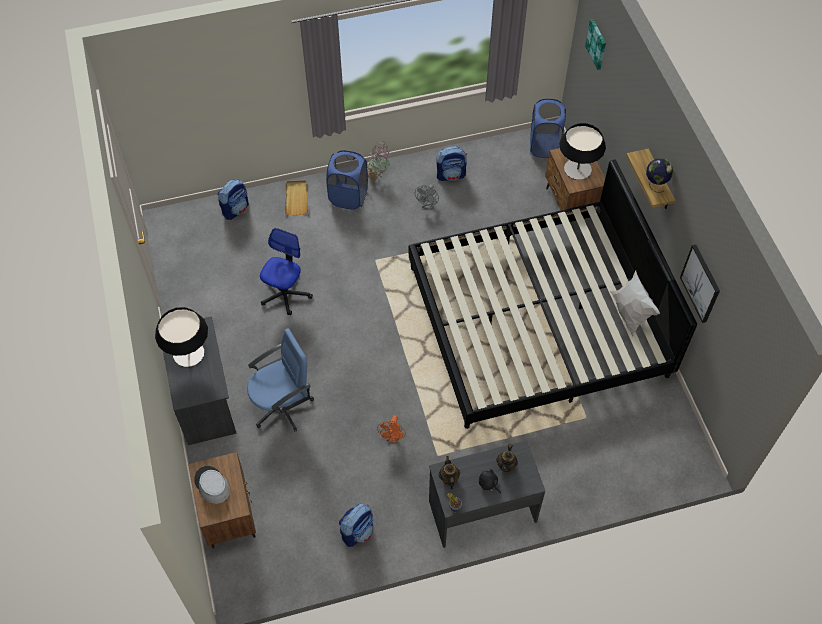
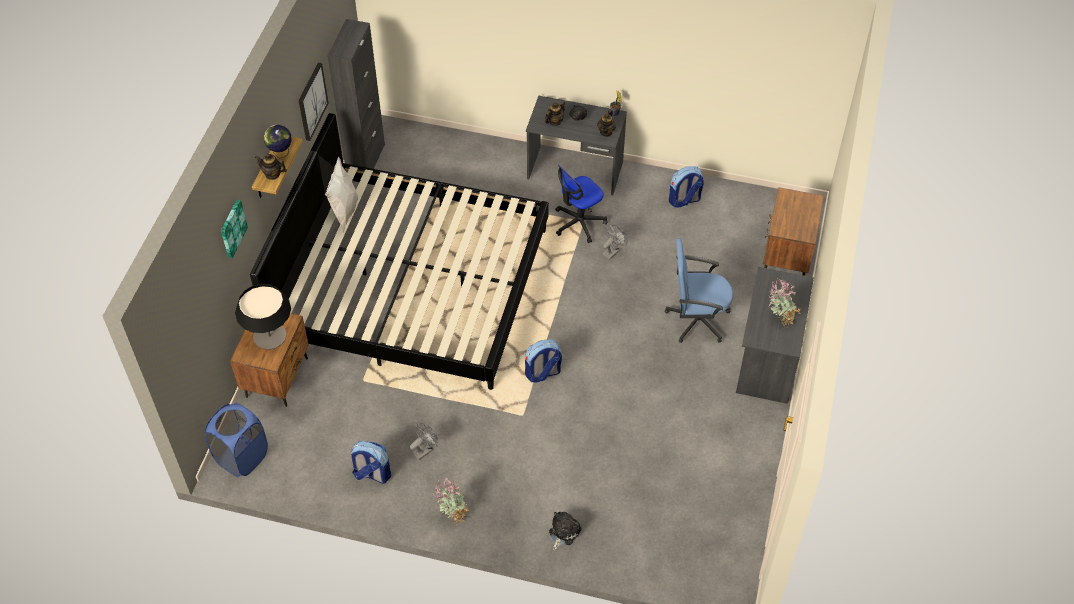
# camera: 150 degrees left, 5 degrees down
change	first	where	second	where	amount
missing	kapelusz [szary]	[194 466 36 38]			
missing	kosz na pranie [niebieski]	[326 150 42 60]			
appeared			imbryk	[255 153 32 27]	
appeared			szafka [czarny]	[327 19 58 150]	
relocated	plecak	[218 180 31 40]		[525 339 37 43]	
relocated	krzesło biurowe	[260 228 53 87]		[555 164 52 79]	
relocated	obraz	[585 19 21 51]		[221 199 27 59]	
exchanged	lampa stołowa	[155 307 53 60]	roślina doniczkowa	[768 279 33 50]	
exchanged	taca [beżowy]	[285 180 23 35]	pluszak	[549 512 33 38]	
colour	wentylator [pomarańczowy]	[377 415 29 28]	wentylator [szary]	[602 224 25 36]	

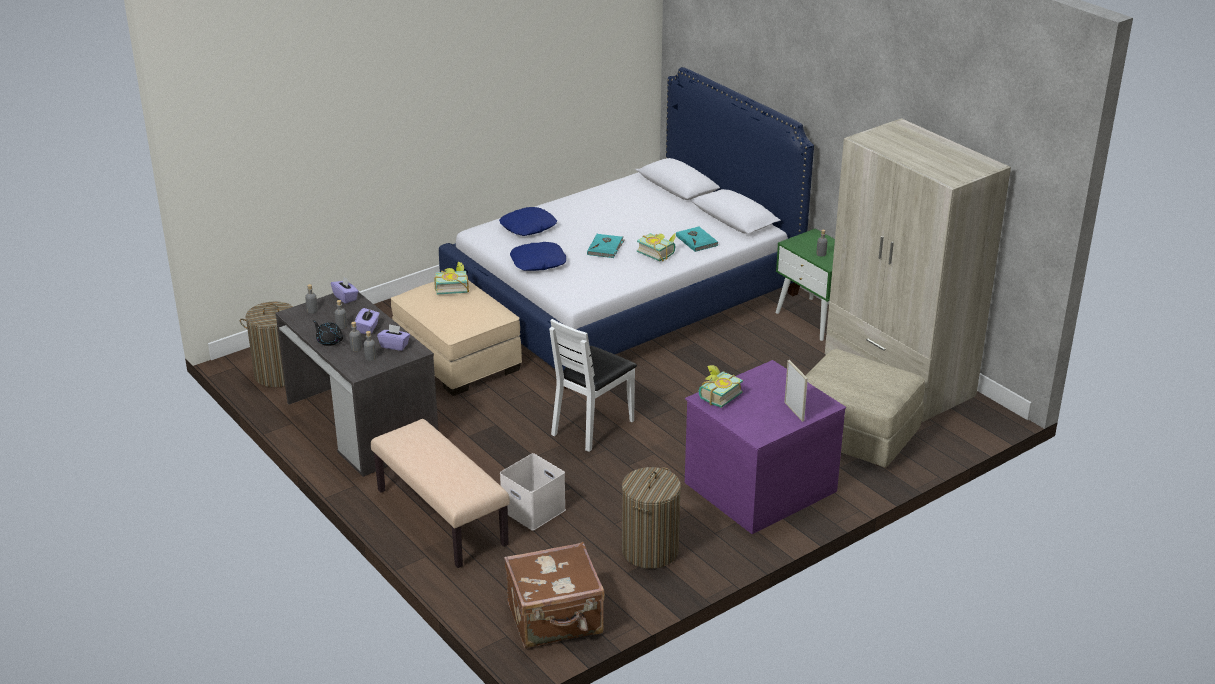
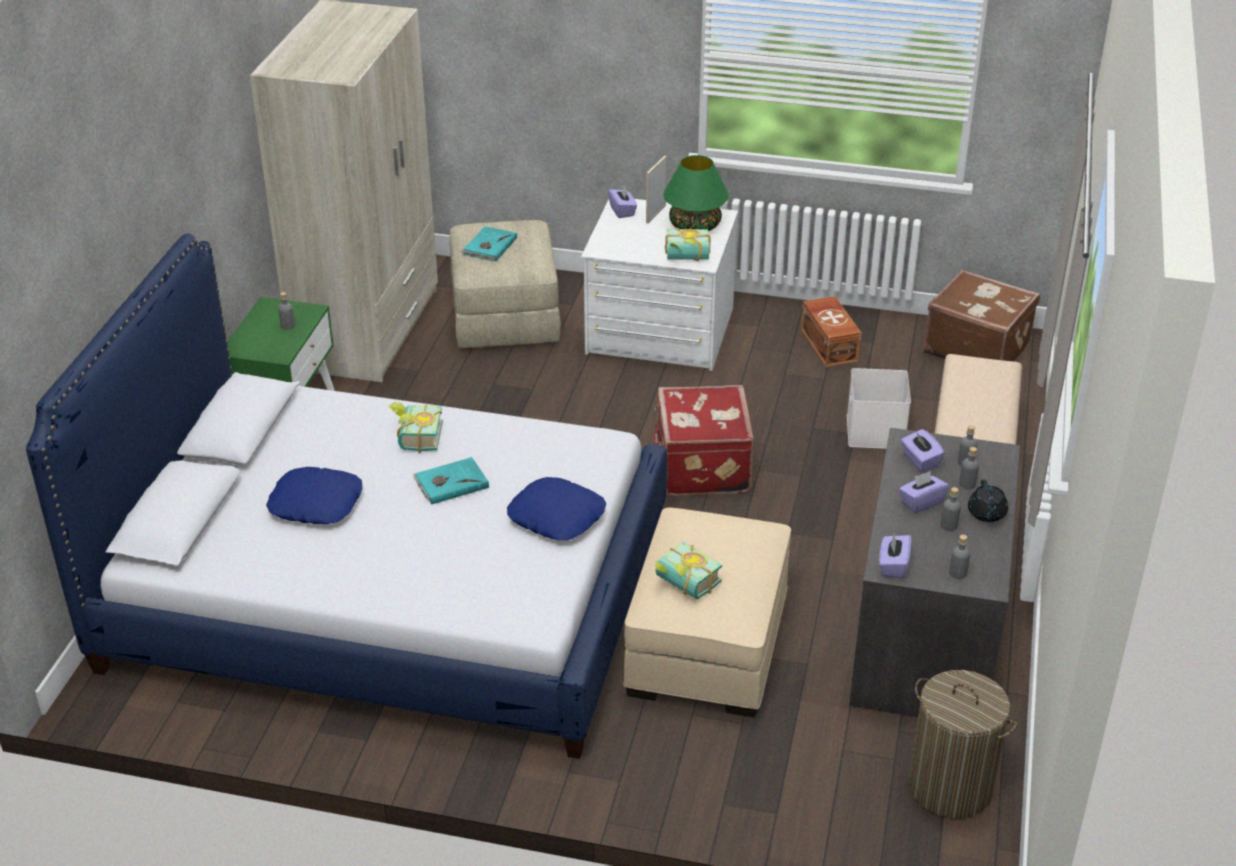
# camera: 130 degrees left, 5 degrees up
change	first	where	second	where	amount
appeared			pudełko chusteczek [fioletowy]	[608 185 29 33]	
appeared			lampa stołowa [zielony]	[663 155 66 76]	
relocated	poduszka [niebieski]	[499 207 58 29]		[266 467 96 57]	
relocated	książka [turkusowy]	[676 227 43 25]		[461 226 56 36]	
exchanged	krzesło [biały]	[549 319 88 133]	walizka [czerwony]	[654 385 100 111]	
exchanged	kosz na pranie	[622 467 59 102]	pojemnik do przechowywania [brązowy]	[801 296 61 71]	
colour	komoda [fioletowy]	[685 360 161 174]	komoda [biały]	[581 199 157 172]	

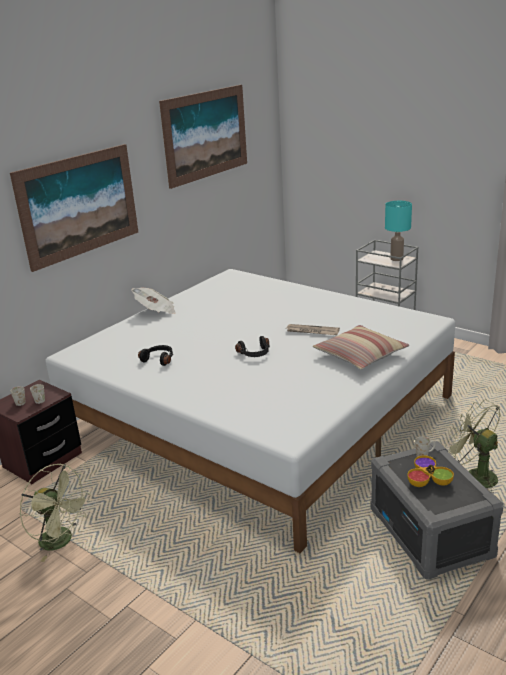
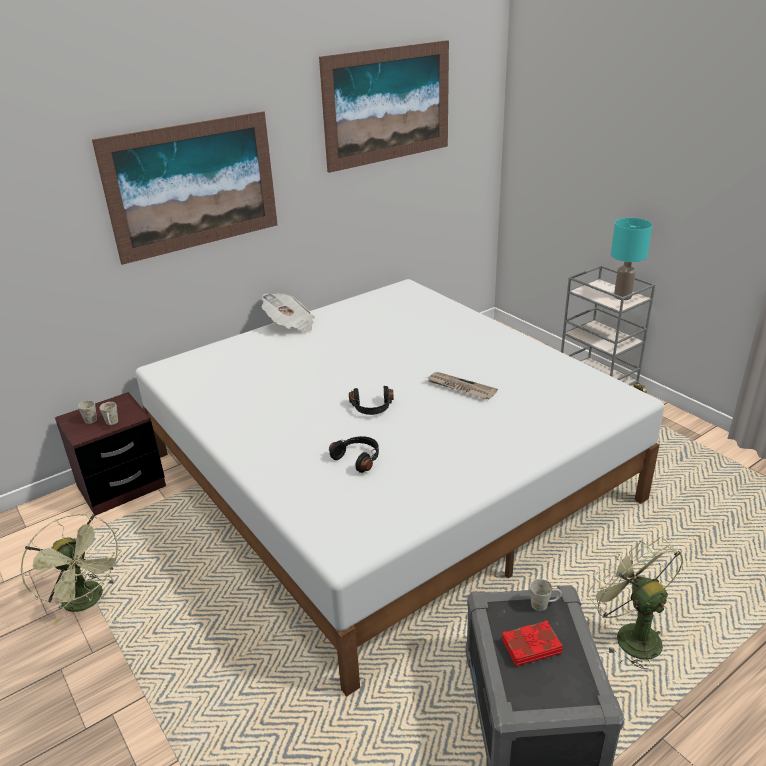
# camera: 15 degrees right, 5 degrees up
change	first	where	second	where	amount
missing	poduszka	[313 325 96 45]			
relocated	słuchawki [czarny]	[138 345 35 21]		[329 436 50 37]	
exchanged	miska	[407 455 47 32]	książka [czerwony]	[502 620 61 46]	

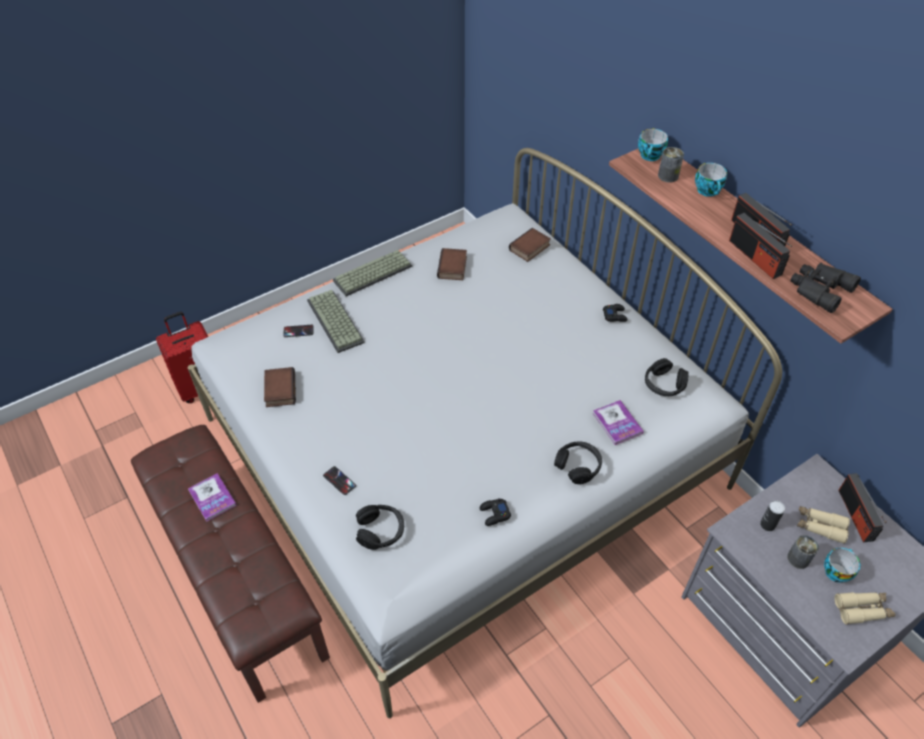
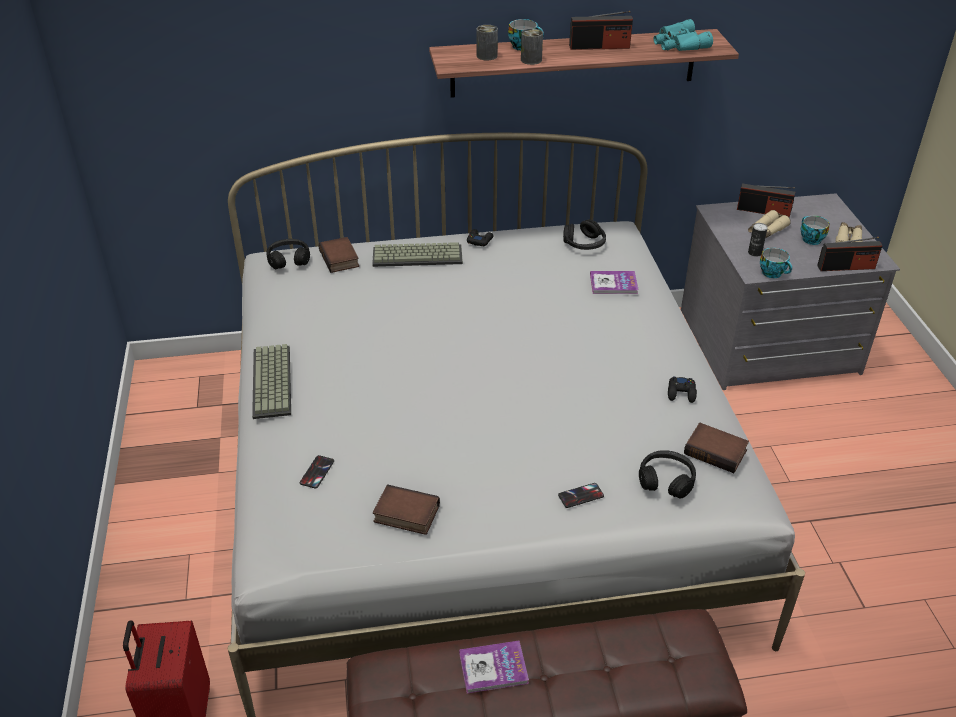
# camera: 65 degrees left, 10 degrees down
change	first	where	second	where	amount
relocated	klawiatura	[307 290 58 63]		[372 242 91 25]	
relocated	książka	[437 248 30 32]		[684 423 65 50]	
relocated	słuchawki [czarny]	[554 441 48 43]		[266 239 44 30]	
relocated	filiżanka	[638 129 30 32]		[760 248 32 30]	
relocated	radio	[729 213 63 66]		[817 237 65 34]	
relocated	puszka	[787 535 32 34]		[521 29 22 36]	
colour	lornetka [czarny]	[790 263 71 50]	lornetka [turkusowy]	[653 19 60 32]	

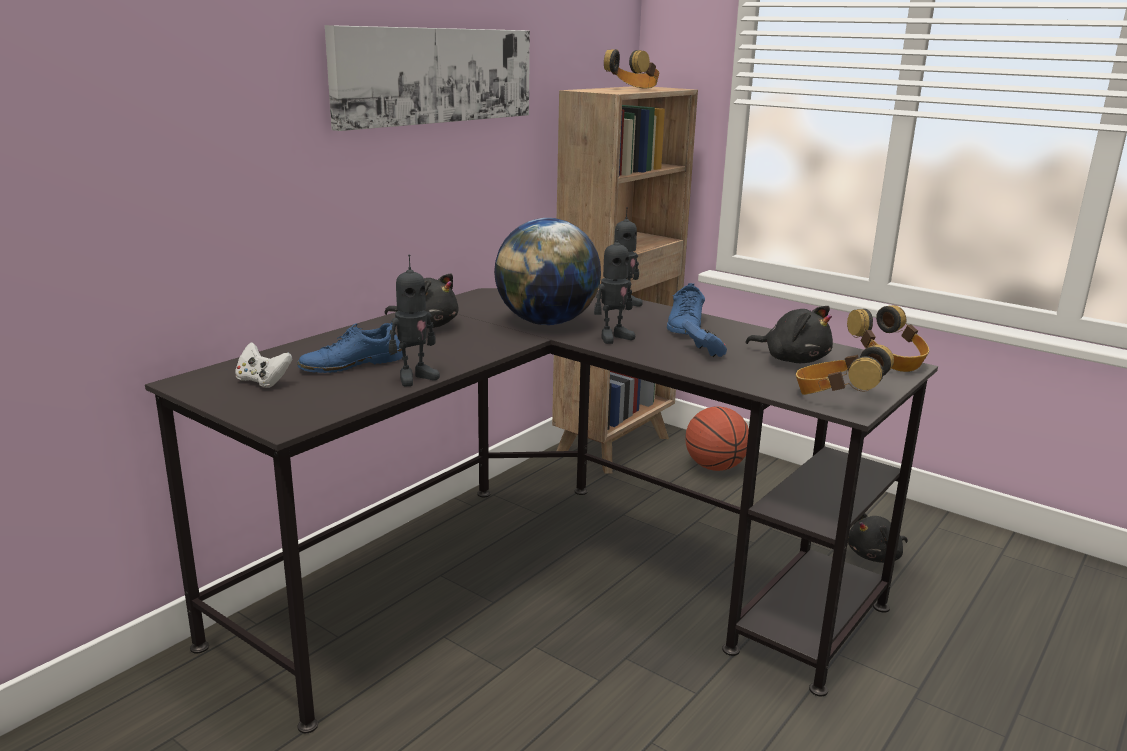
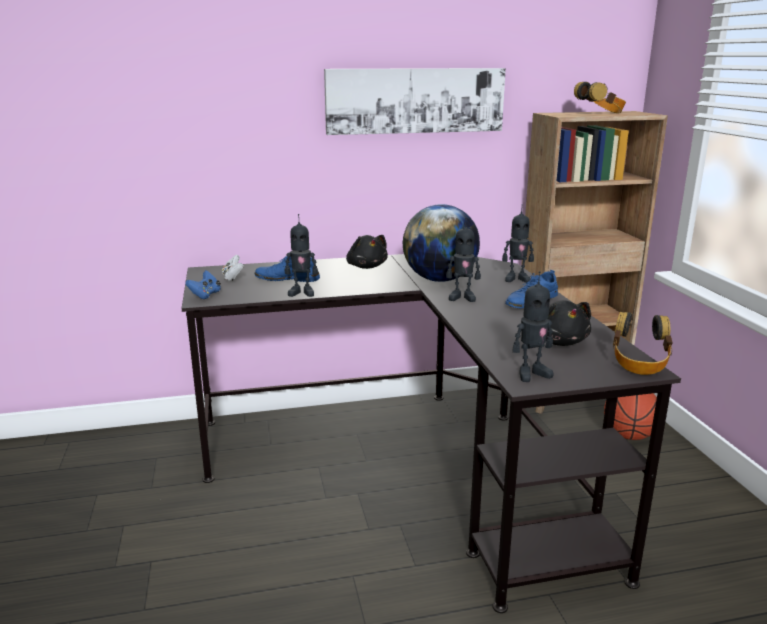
# camera: 40 degrees right, 0 degrees up
change	first	where	second	where	amount
missing	pluszak [czarny]	[848 513 60 50]			
relocated	pad do gier [niebieski]	[682 319 45 38]		[185 270 36 29]	
exchanged	słuchawki	[796 344 98 51]	robot zabawkowy	[513 271 41 111]	

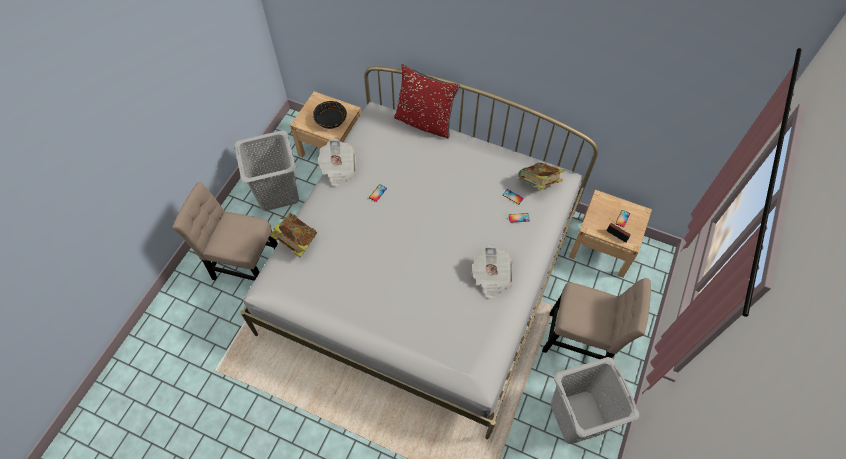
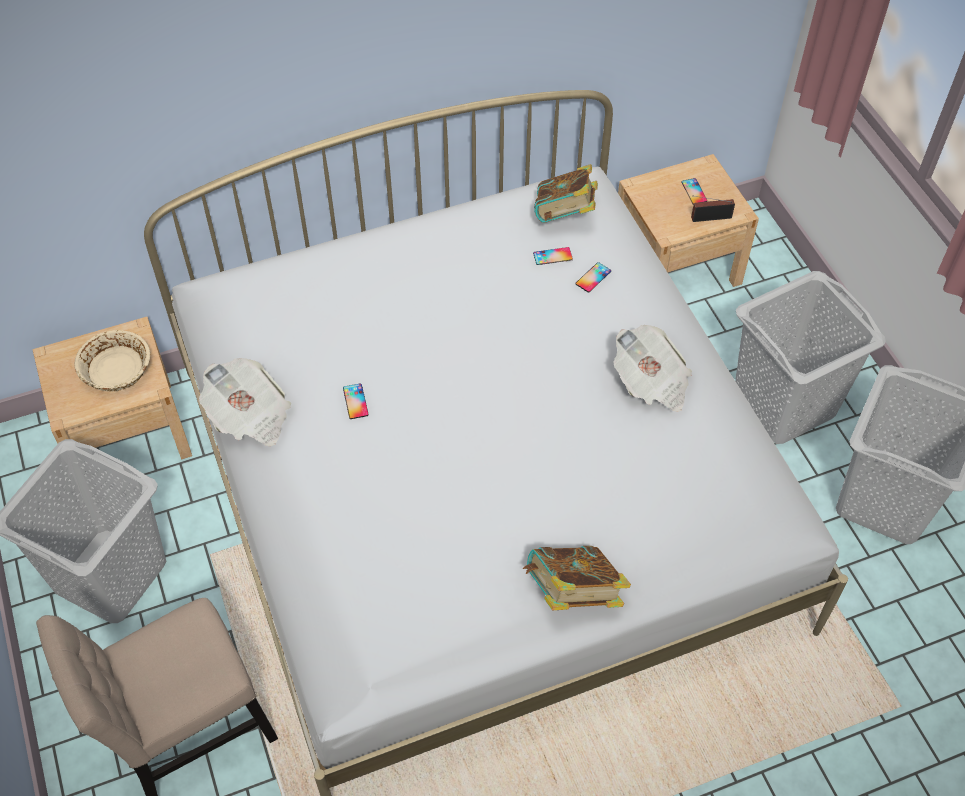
# camera: 45 degrees left, 5 degrees down
change	first	where	second	where	amount
missing	poduszka [czerwony]	[394 64 66 75]			
relocated	książka	[270 213 47 44]		[522 546 109 64]	
exchanged	krzesło [beżowy]	[542 278 109 81]	kosz na pranie [szary]	[735 271 151 173]	
colour	miska [czarny]	[313 101 34 28]	miska [beżowy]	[75 330 75 61]	

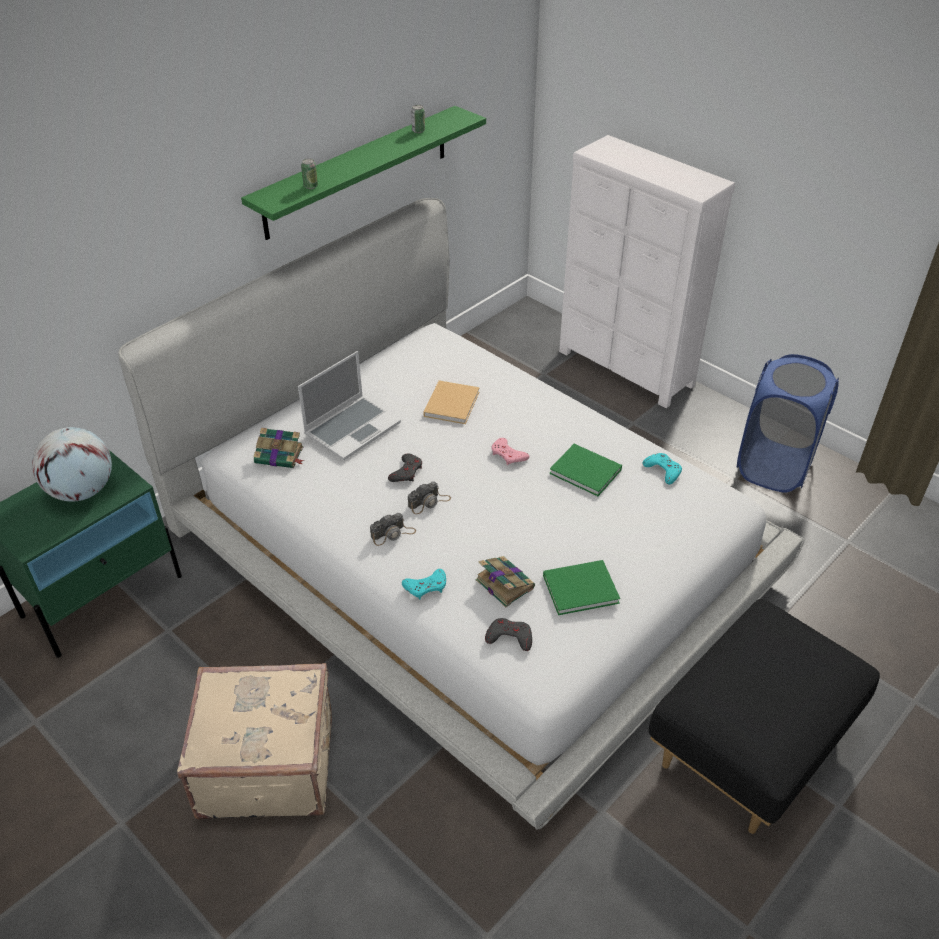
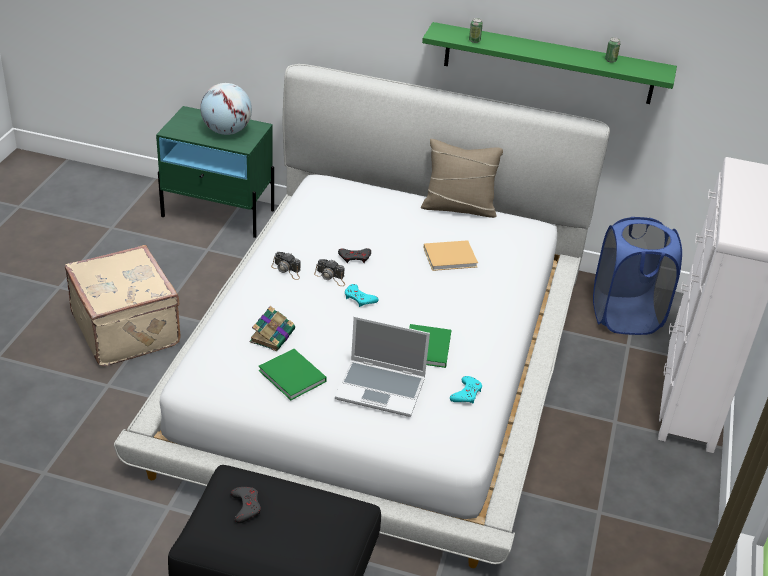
# camera: 60 degrees right, 5 degrees down
change	first	where	second	where	amount
missing	książka	[254 428 50 40]			
missing	pad do gier [różowy]	[491 438 38 27]			
appeared			poduszka [beżowy]	[421 139 82 79]	
relocated	laptop	[298 351 103 109]		[335 316 95 101]	
relocated	pad do gier [turkusowy]	[402 569 44 31]		[345 284 34 23]	
relocated	pad do gier [szary]	[485 618 47 33]		[231 487 30 36]	
relocated	kosz na pranie [niebieski]	[737 354 102 139]		[593 217 89 118]	

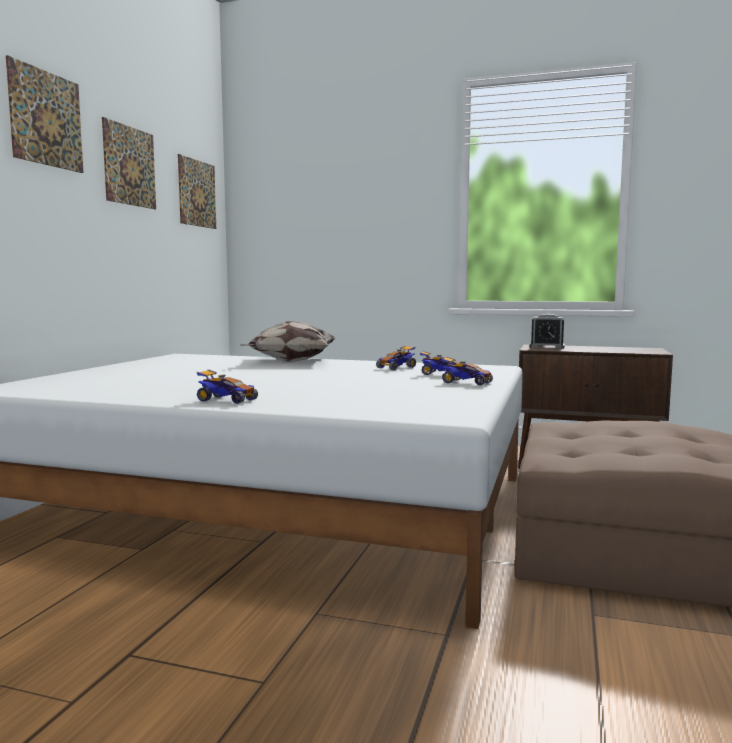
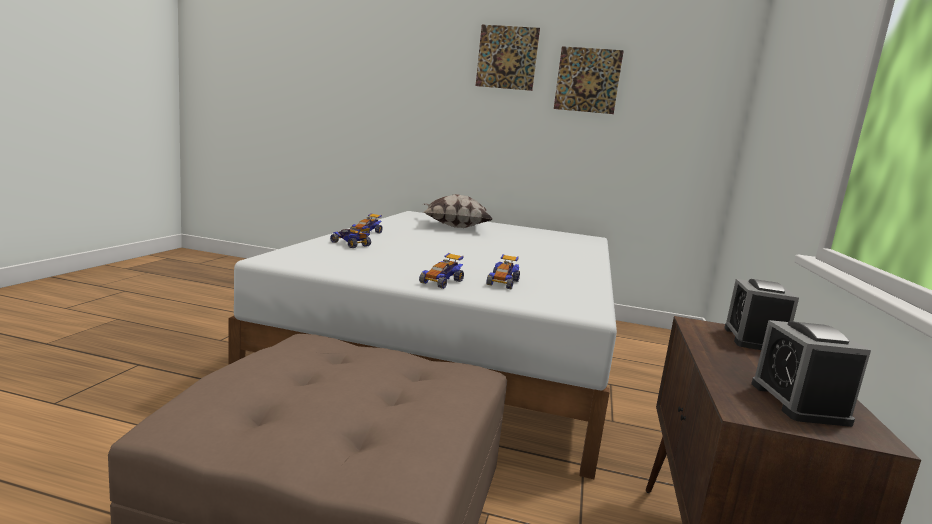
# camera: 85 degrees right, 5 degrees up
change	first	where	second	where	amount
missing	obraz	[178 154 38 75]			
appeared			budzik	[751 320 120 107]	
relocated	poduszka	[241 321 94 41]		[423 194 69 34]	
relocated	samochodzik	[376 346 40 24]		[330 227 41 21]	

